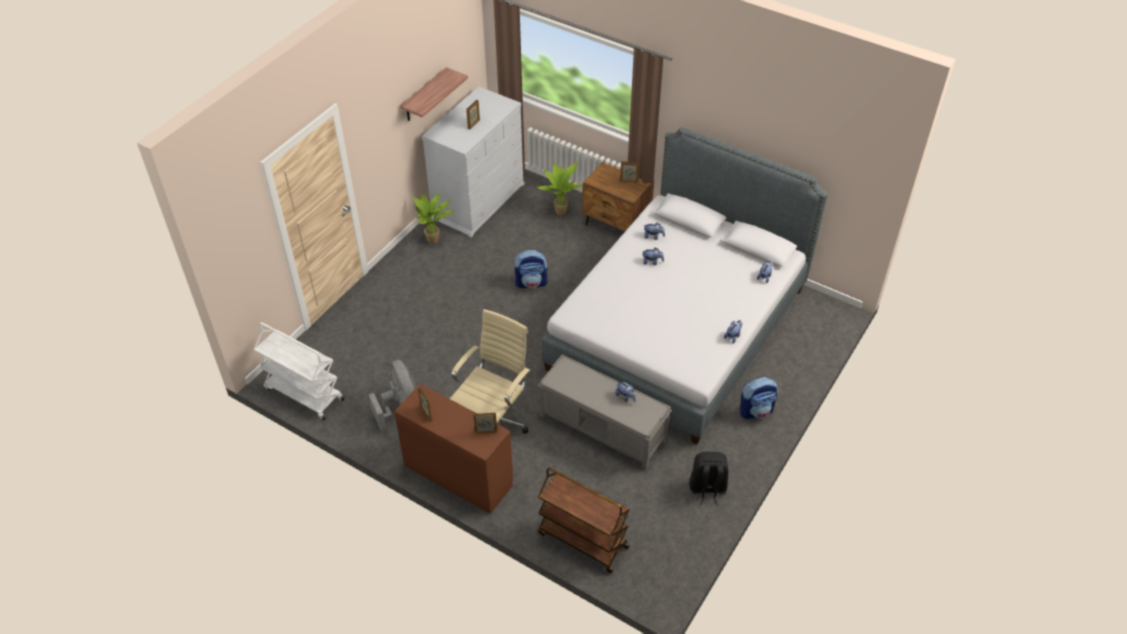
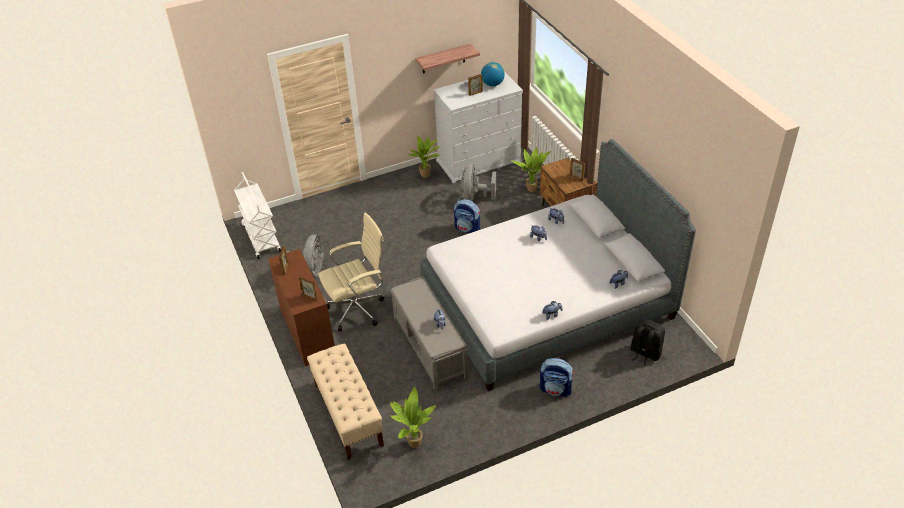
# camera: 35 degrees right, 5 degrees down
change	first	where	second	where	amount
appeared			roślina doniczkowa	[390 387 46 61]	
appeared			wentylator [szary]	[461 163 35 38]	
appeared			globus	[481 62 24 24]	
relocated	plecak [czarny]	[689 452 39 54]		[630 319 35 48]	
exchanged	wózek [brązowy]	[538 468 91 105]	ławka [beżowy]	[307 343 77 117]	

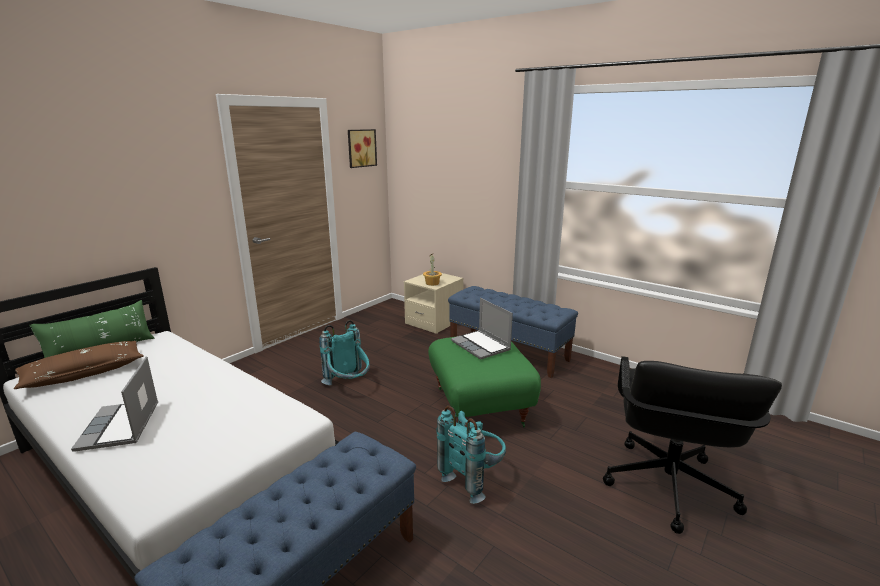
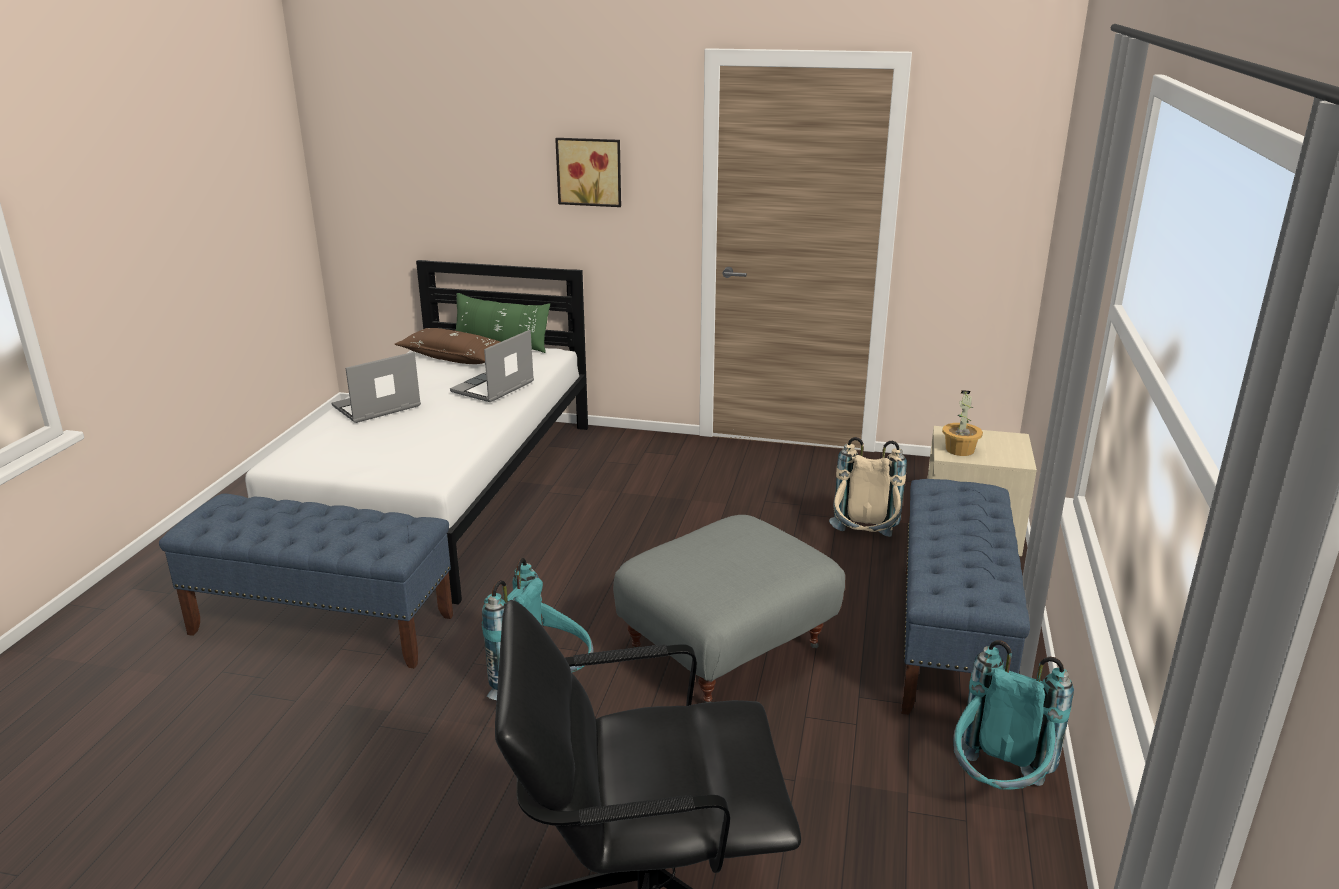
# camera: 65 degrees right, 5 degrees up
change	first	where	second	where	amount
appeared			plecak [beżowy]	[829 437 78 100]	
relocated	plecak [turkusowy]	[319 320 51 65]		[953 640 121 150]	
relocated	obraz	[348 129 29 39]		[555 138 66 69]	
relocated	laptop	[451 298 62 62]		[450 330 84 72]	
colour	pufa [zielony]	[428 337 113 90]	pufa [szary]	[613 515 232 188]	

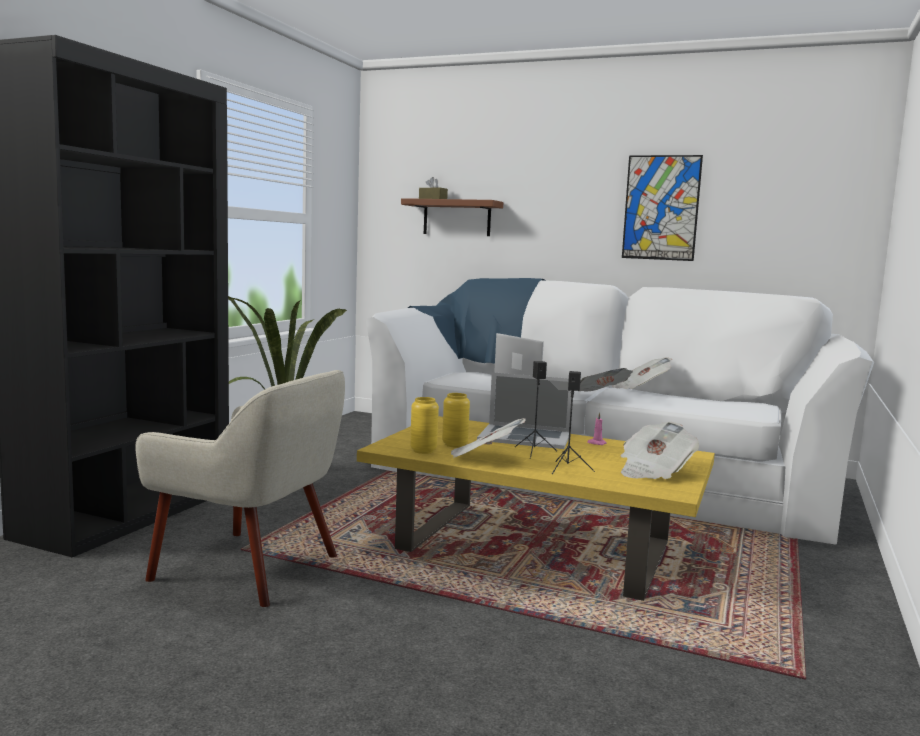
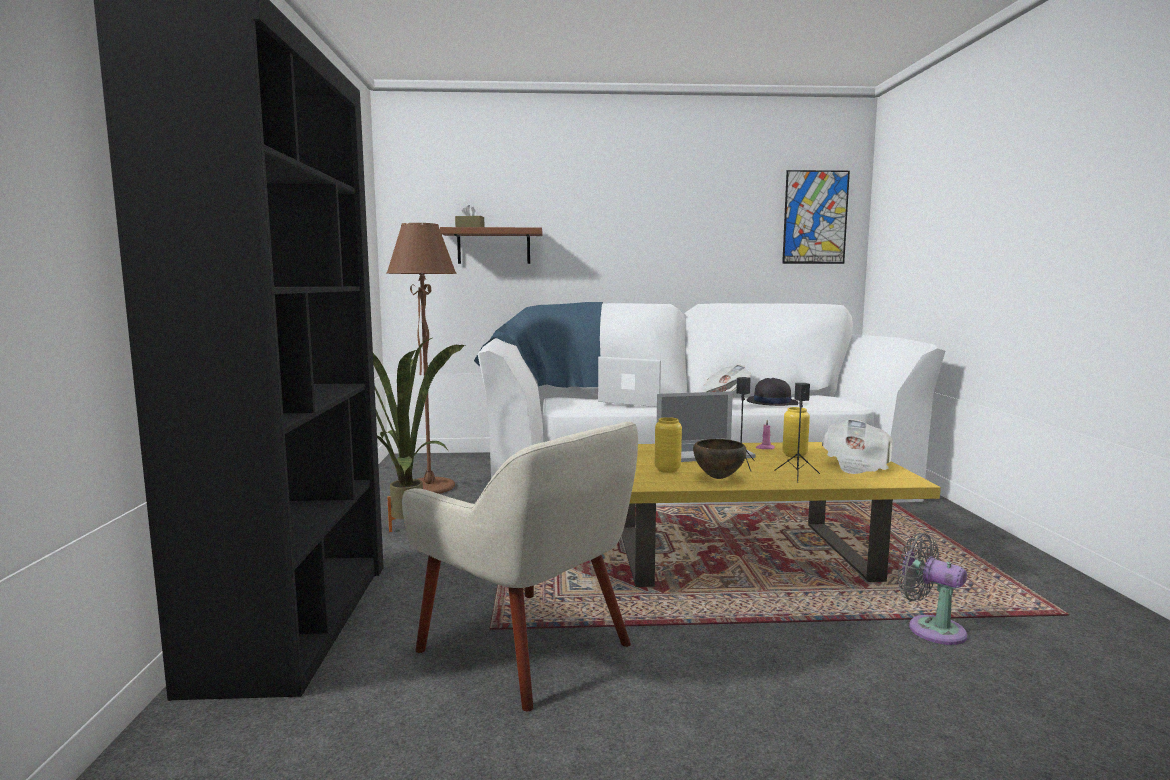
# camera: 25 degrees left, 0 degrees up
change	first	where	second	where	amount
appeared			lampa stojąca [brązowy]	[386 223 71 271]	
appeared			kapelusz [czarny]	[747 378 51 28]	
appeared			wentylator [szary]	[897 533 70 112]	
relocated	wazon [żółty]	[410 397 29 57]		[783 407 27 51]	
relocated	obraz	[622 155 81 106]		[782 170 68 94]	
exchanged	gazeta	[451 418 75 40]	miska [brązowy]	[693 439 54 40]	
spun	fotel [beżowy]	[136 370 209 237]		[402 422 236 289]	45 degrees clockwise

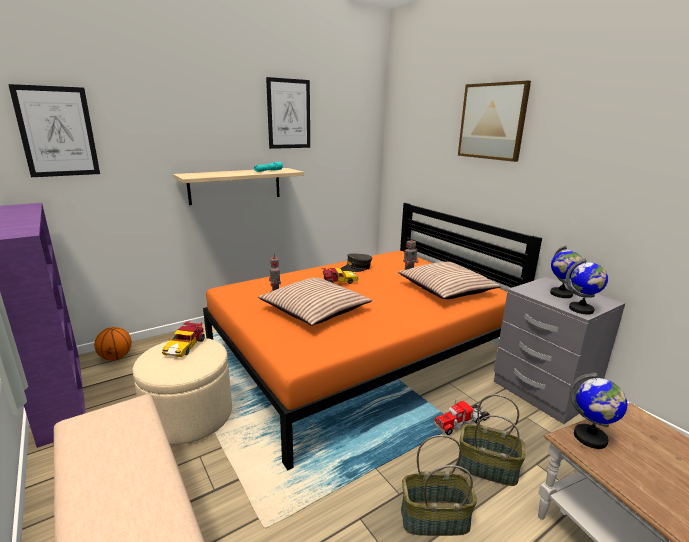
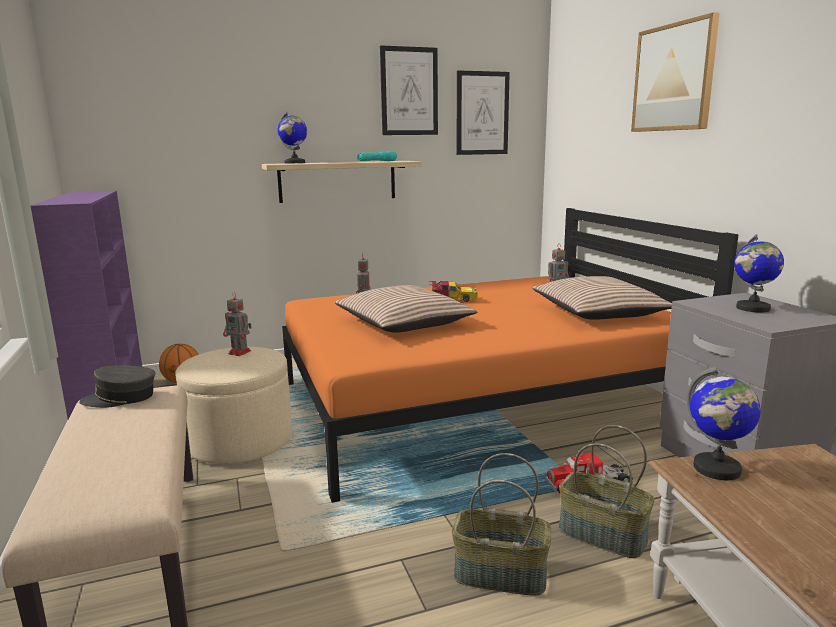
# camera: 15 degrees right, 5 degrees down
change	first	where	second	where	amount
relocated	obraz	[8 84 92 93]		[457 71 53 84]	
relocated	czapka z daszkiem [szary]	[340 254 32 18]		[79 365 76 43]	
relocated	globus	[566 258 42 57]		[278 112 29 51]	
exchanged	samochodzik	[162 321 43 36]	robot zabawkowy	[223 292 29 64]	

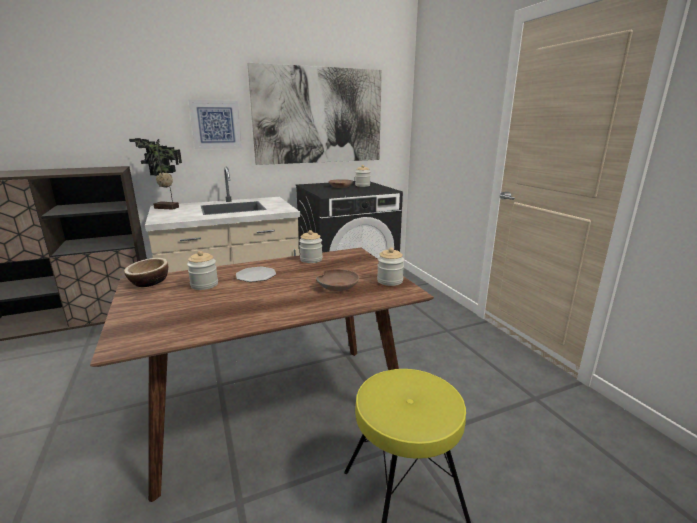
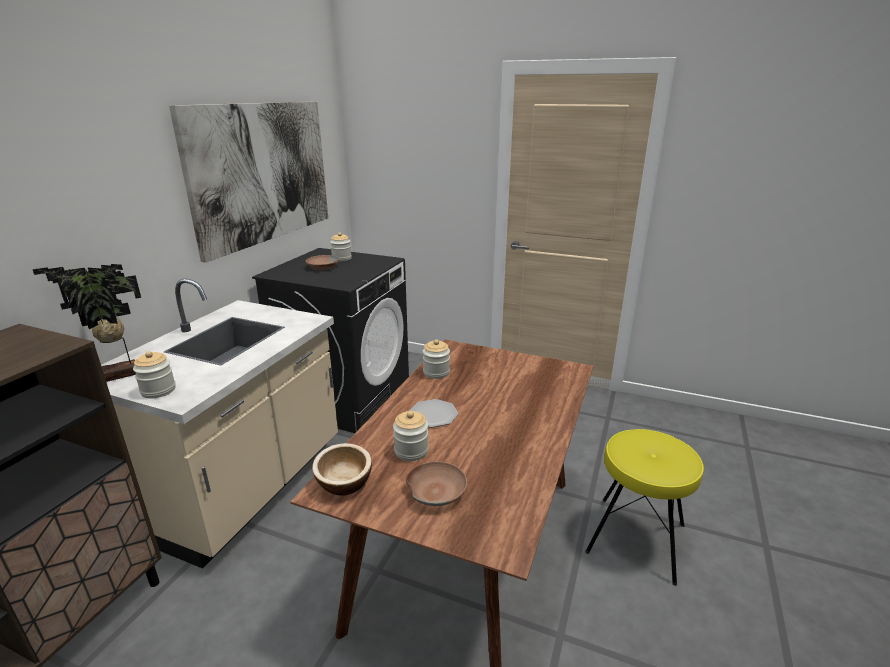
# camera: 45 degrees left, 5 degrees up
change	first	where	second	where	amount
missing	obraz	[189 100 53 49]			
relocated	miska [brązowy]	[316 269 43 22]		[406 461 61 45]	
relocated	słoik	[377 248 27 38]		[133 351 43 48]	

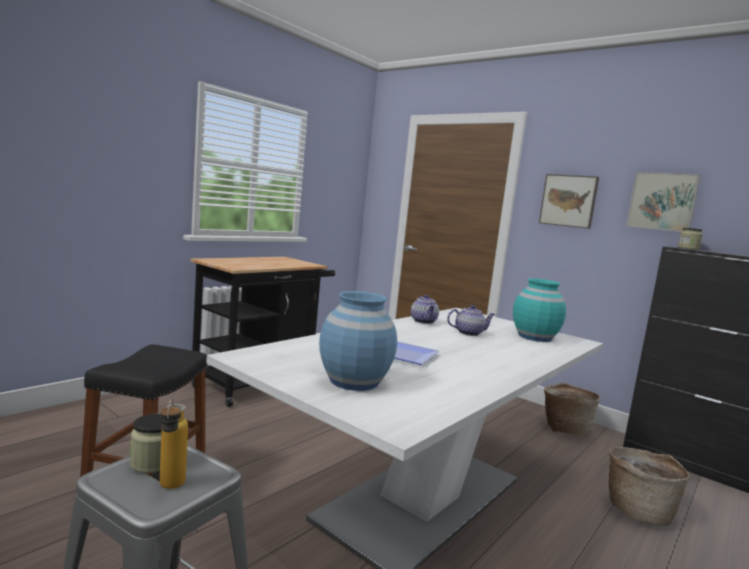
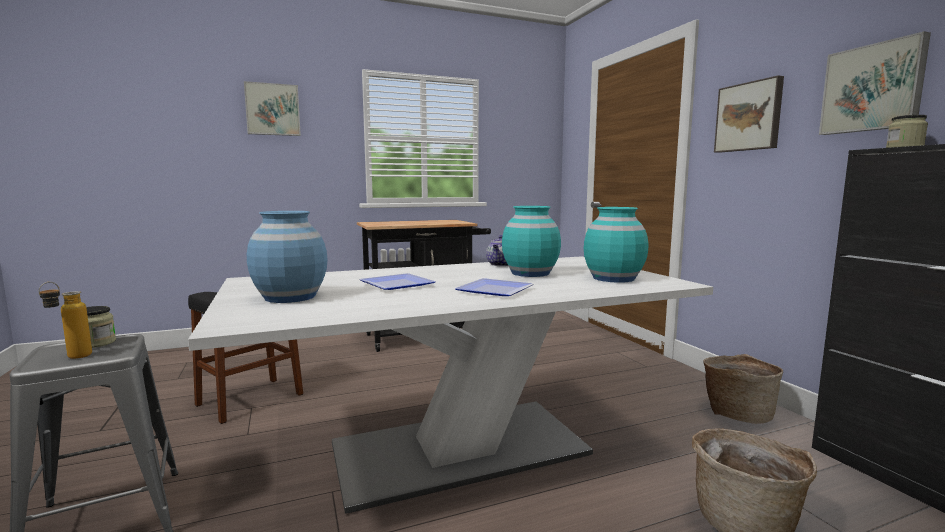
# camera: 30 degrees right, 0 degrees up
change	first	where	second	where	amount
appeared			obraz	[244 81 57 55]	
appeared			talerz	[455 278 79 18]	
exchanged	imbryk	[447 305 48 31]	wazon [turkusowy]	[502 206 59 71]	

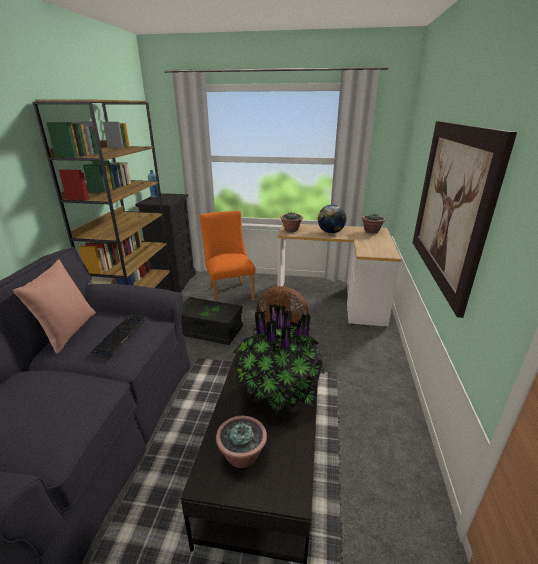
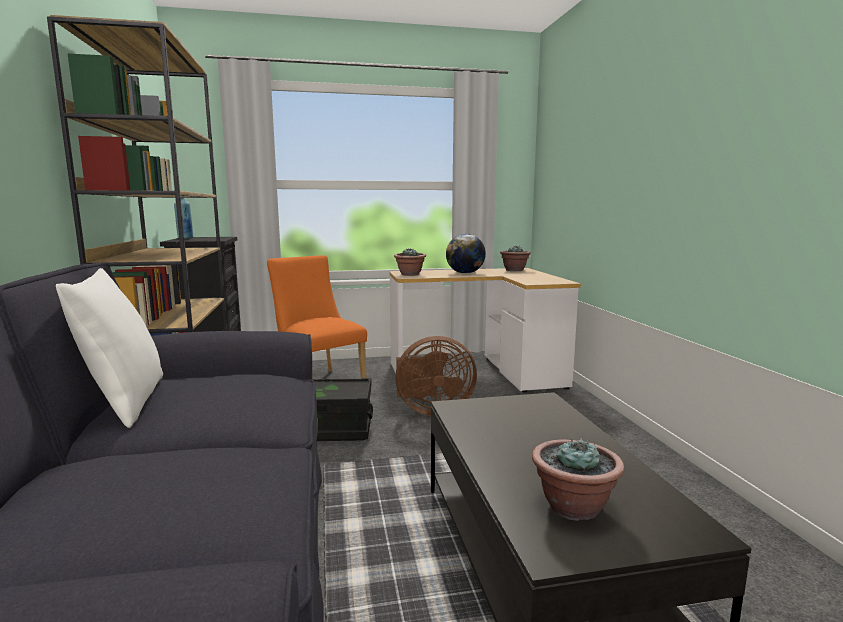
# camera: 20 degrees left, 15 degrees down
change	first	where	second	where	amount
missing	klawiatura	[92 314 56 42]			
missing	roślina doniczkowa	[233 303 92 111]			
missing	obraz	[413 121 104 197]			
colour	poduszka [różowy]	[13 259 83 95]	poduszka [biały]	[56 268 107 160]	

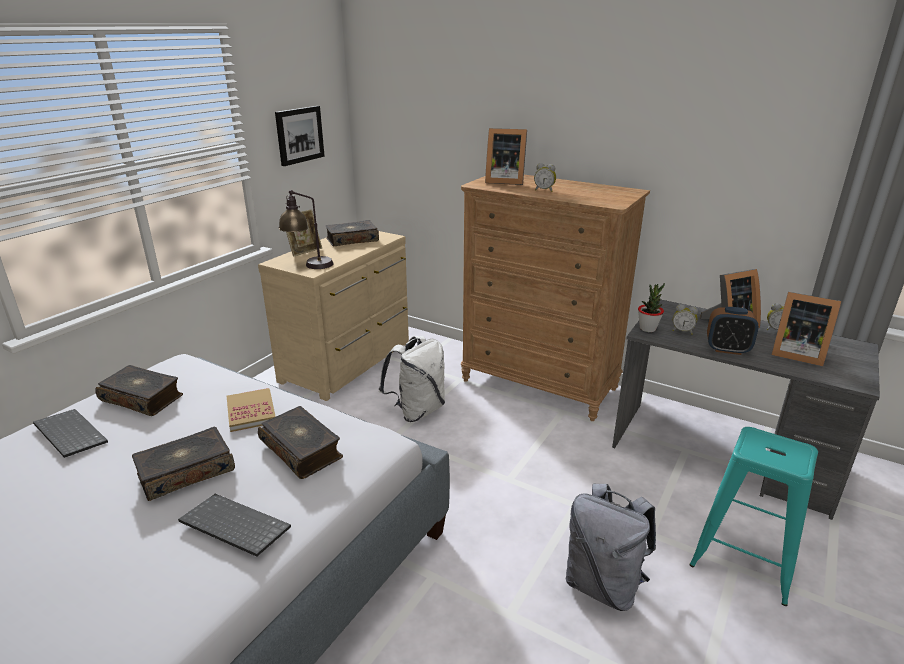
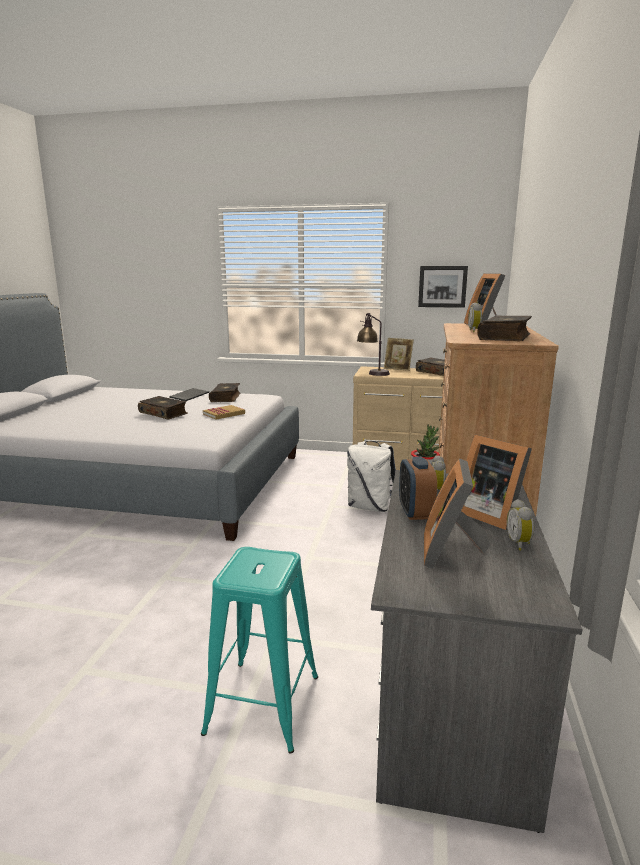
# camera: 70 degrees right, 10 degrees down
change	first	where	second	where	amount
missing	klawiatura	[178 494 113 63]			
missing	plecak [szary]	[566 484 90 127]			
relocated	książka	[258 406 85 73]		[477 315 55 26]	

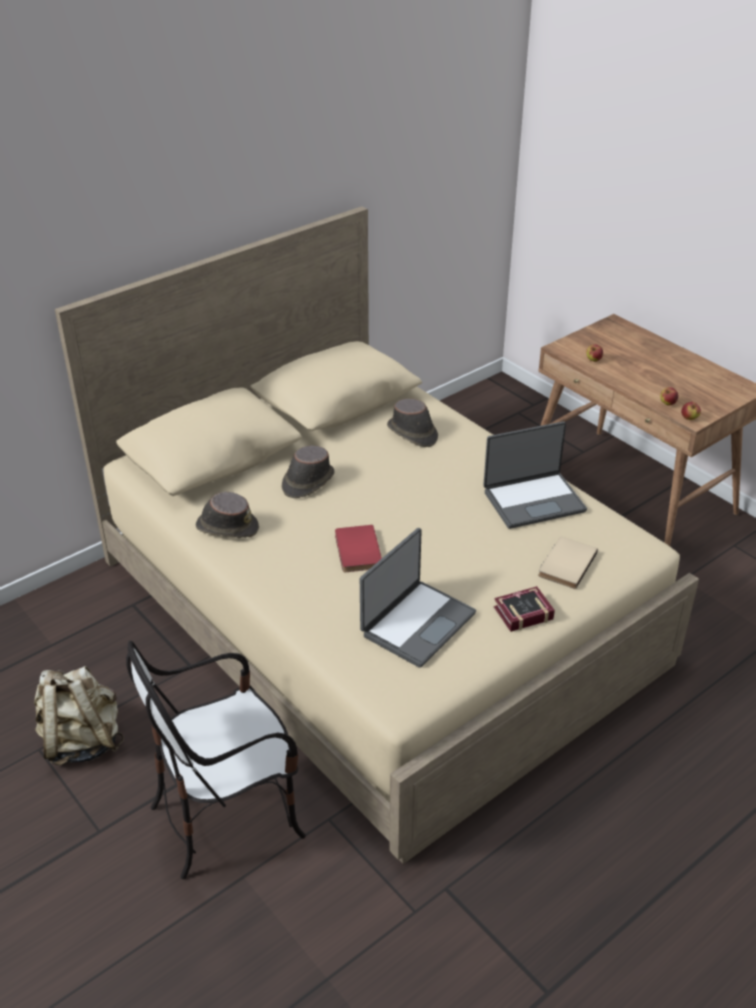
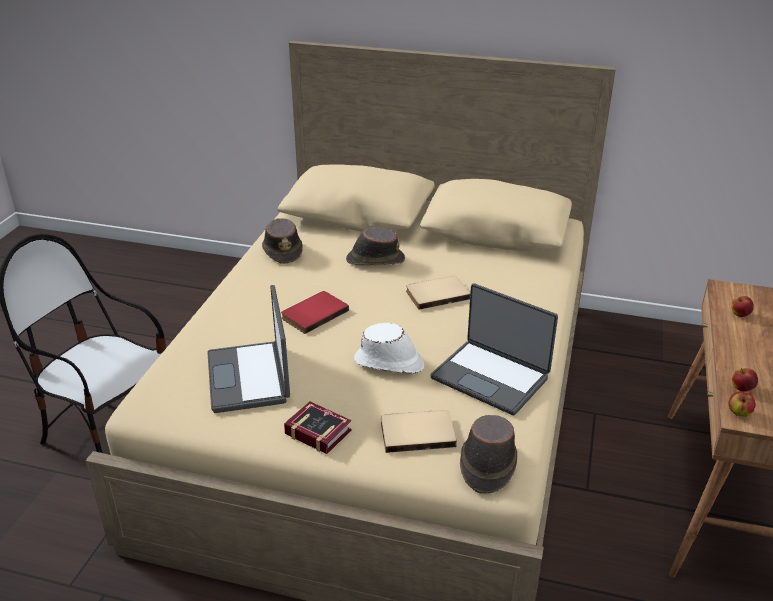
# camera: 55 degrees right, 5 degrees down
change	first	where	second	where	amount
missing	plecak [beżowy]	[34 666 90 100]			
appeared			kapelusz [biały]	[354 323 70 51]	
appeared			książka [beżowy]	[406 276 64 34]	
relocated	kapelusz [brązowy]	[387 399 51 48]		[460 415 57 79]	
spun	laptop	[360 528 116 140]		[207 285 83 128]	75 degrees clockwise

